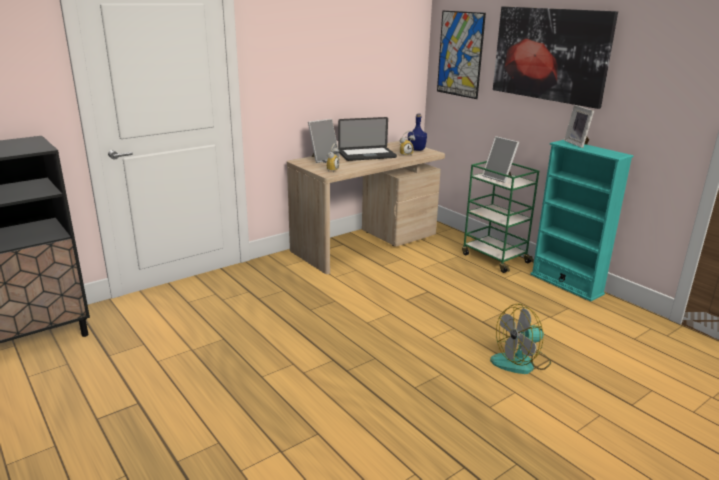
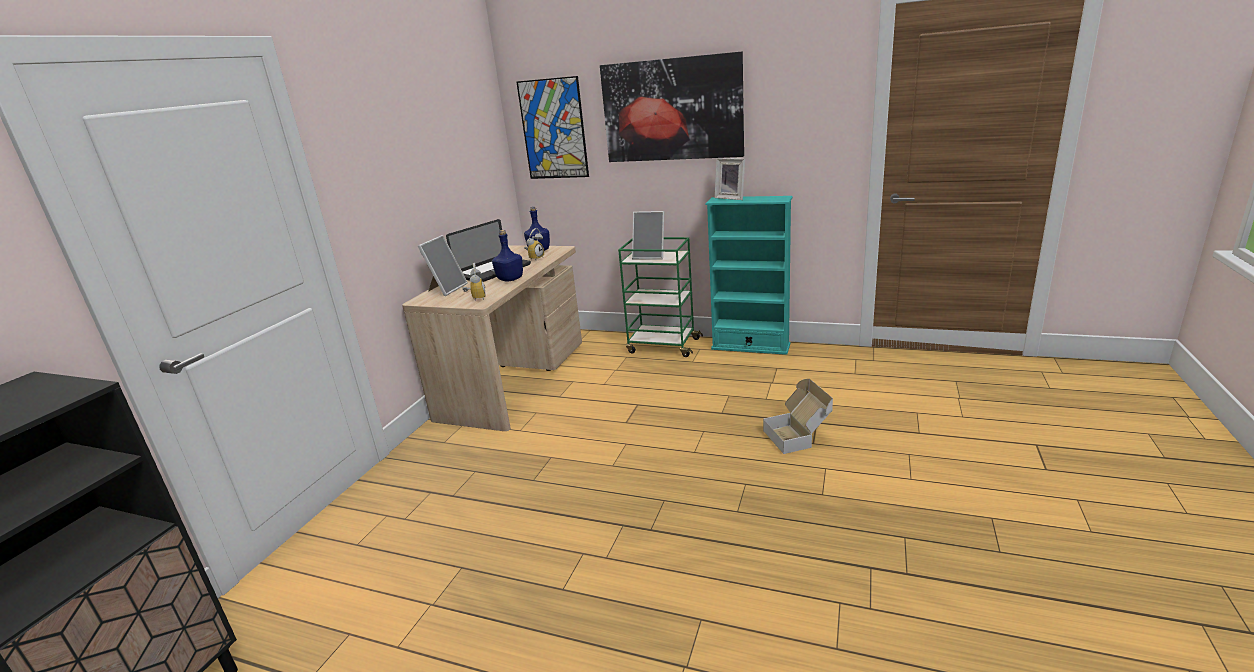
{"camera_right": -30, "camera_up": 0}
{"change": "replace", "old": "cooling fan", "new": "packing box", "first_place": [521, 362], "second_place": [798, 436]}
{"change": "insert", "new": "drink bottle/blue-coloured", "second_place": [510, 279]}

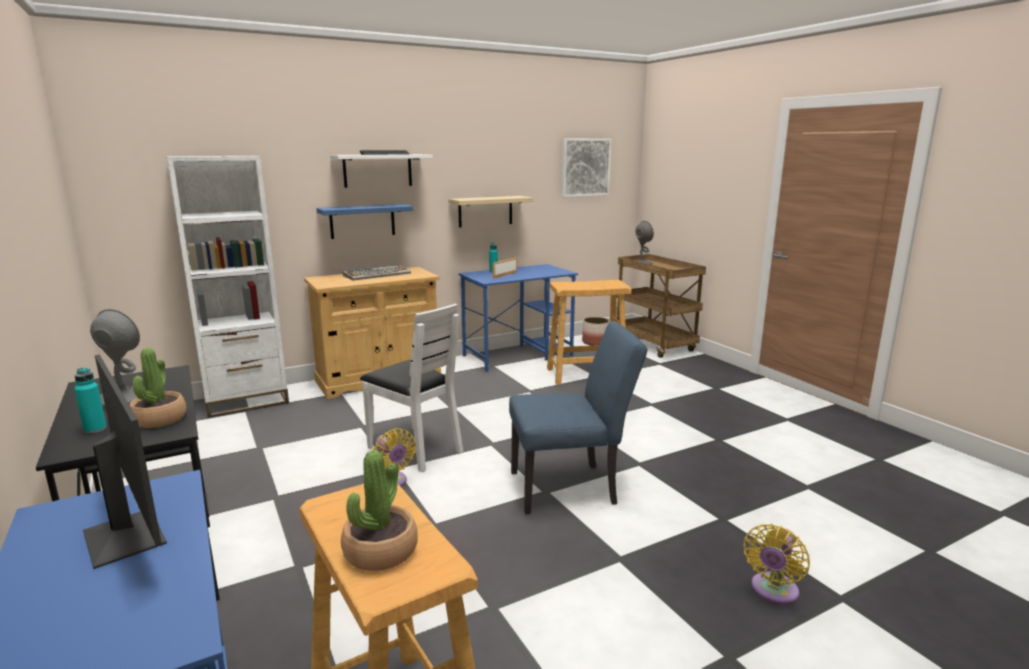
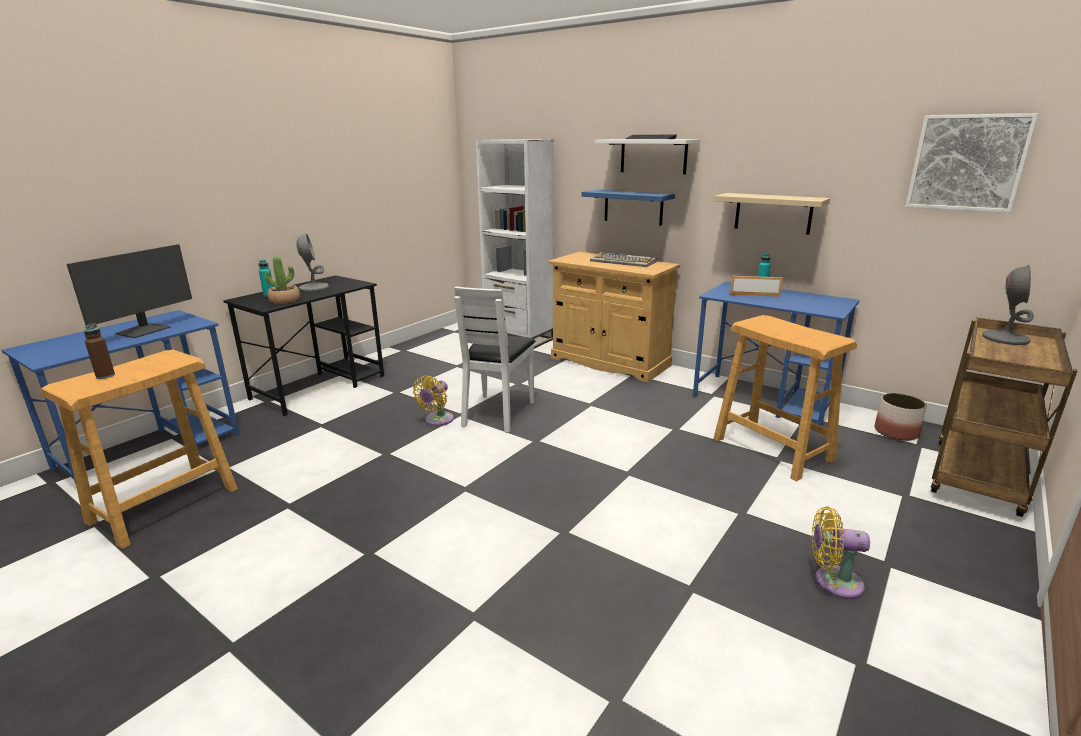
{"camera_right": 65, "camera_up": 5}
{"change": "delete", "old": "chair/blue-coloured", "first_place": [571, 487]}
{"change": "replace", "old": "houseplant", "new": "drink bottle/brown", "first_place": [380, 550], "second_place": [105, 376]}
{"change": "move", "old": "cooling fan/yellow-coloured", "first_place": [773, 591], "second_place": [833, 581]}

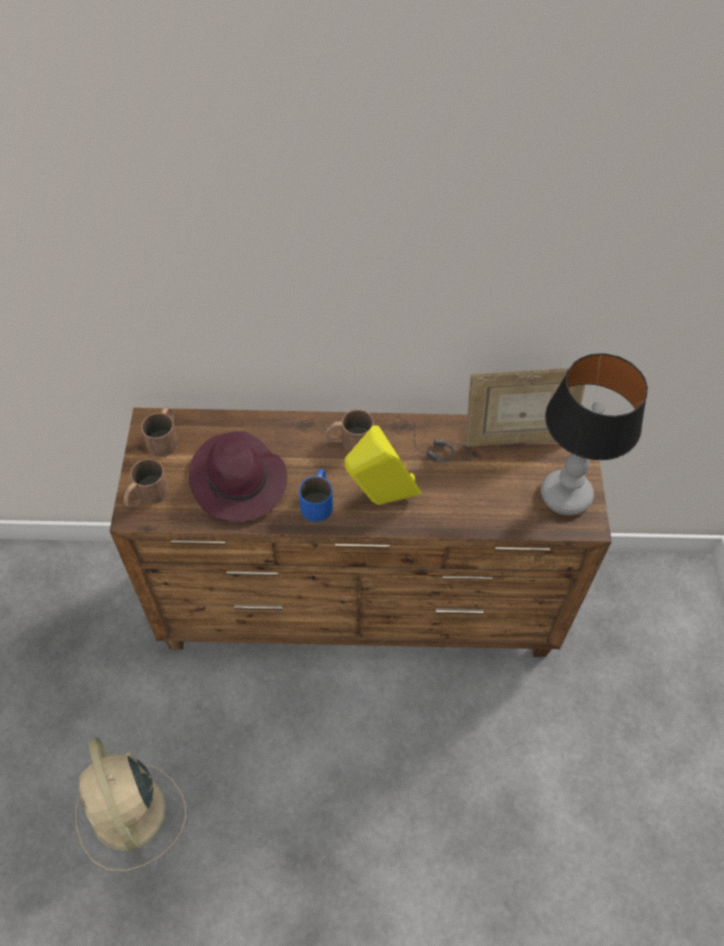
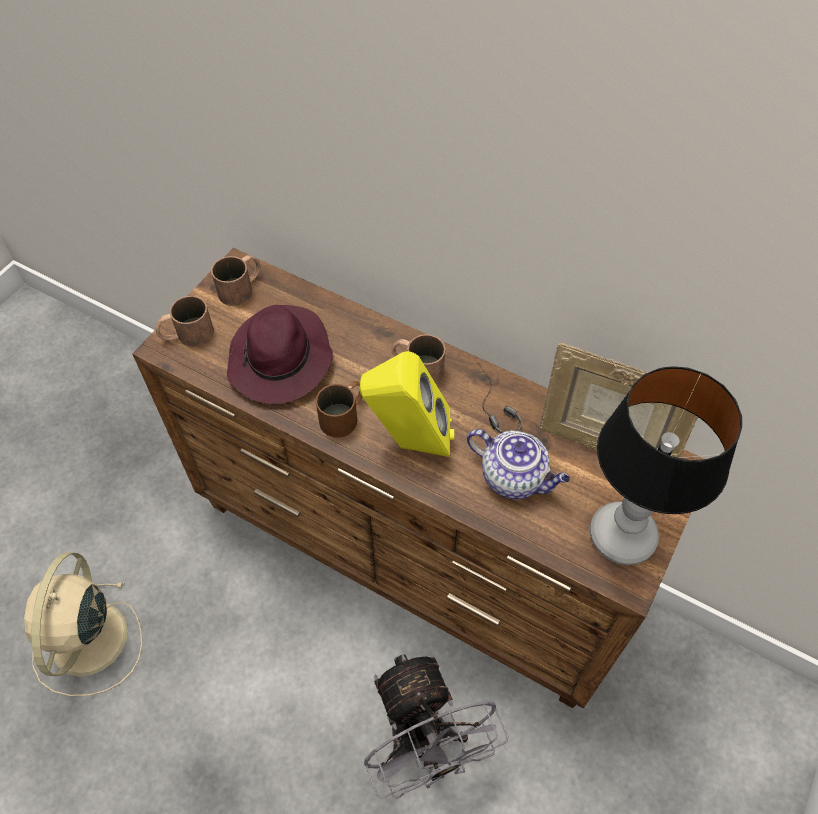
{"camera_right": 30, "camera_up": 0}
{"change": "recolor", "old": "tea mug/blue-coloured", "new": "tea mug/brown", "first_place": [318, 500], "second_place": [345, 414]}
{"change": "insert", "new": "pot for tea", "second_place": [514, 478]}
{"change": "insert", "new": "cooling fan/grey", "second_place": [424, 747]}

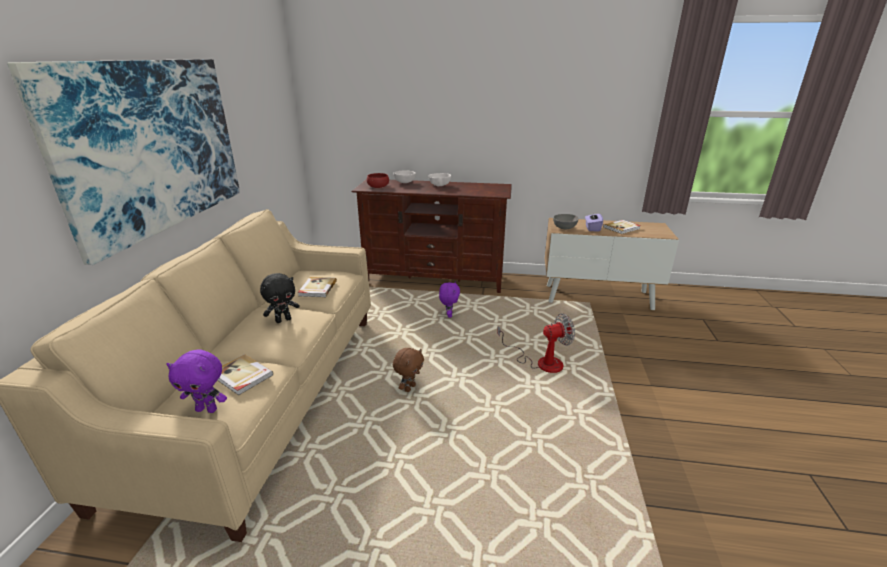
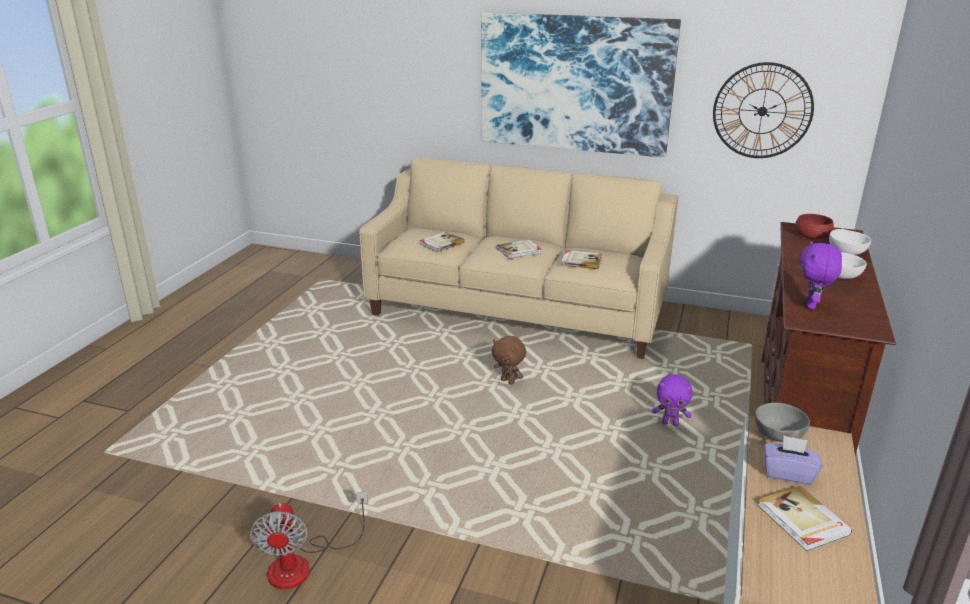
{"camera_right": 100, "camera_up": 0}
{"change": "replace", "old": "plush toy/black", "new": "volume", "first_place": [283, 320], "second_place": [519, 251]}
{"change": "move", "old": "cooling fan", "first_place": [541, 362], "second_place": [303, 564]}
{"change": "move", "old": "plush toy/purplish", "first_place": [207, 409], "second_place": [812, 305]}
{"change": "insert", "new": "hanging clock", "second_place": [762, 111]}

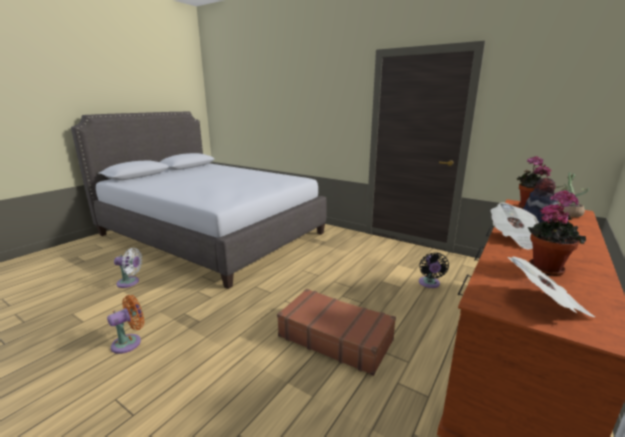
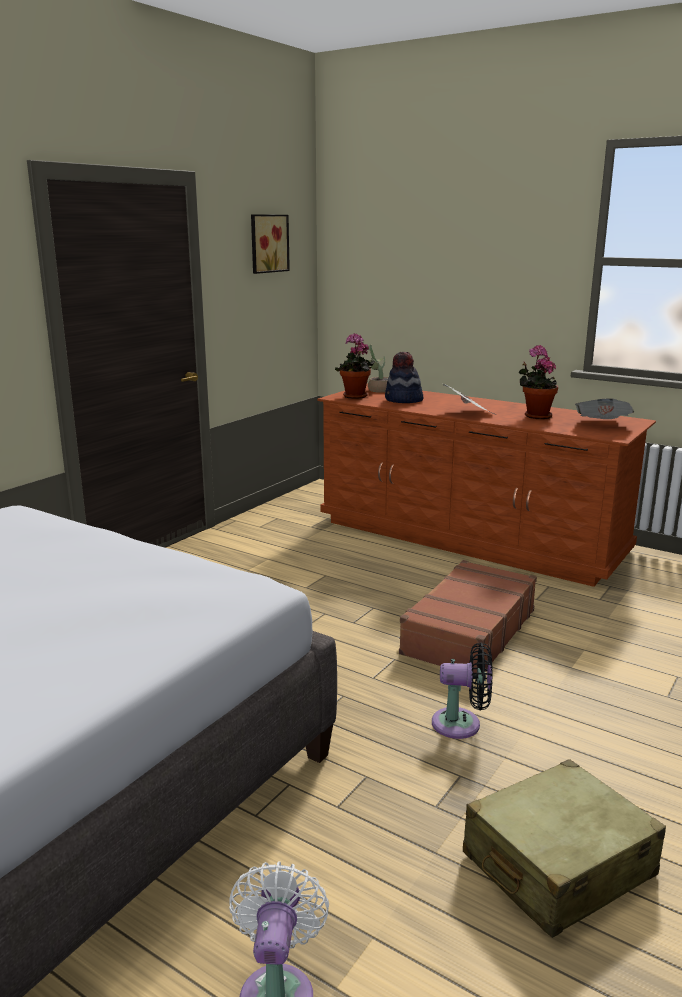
{"camera_right": -90, "camera_up": 0}
{"change": "move", "old": "cooling fan/black", "first_place": [429, 284], "second_place": [461, 724]}
{"change": "replace", "old": "cooling fan/orangey", "new": "suitcase/beige-coloured", "first_place": [129, 342], "second_place": [557, 865]}
{"change": "insert", "new": "wall picture", "second_place": [267, 243]}

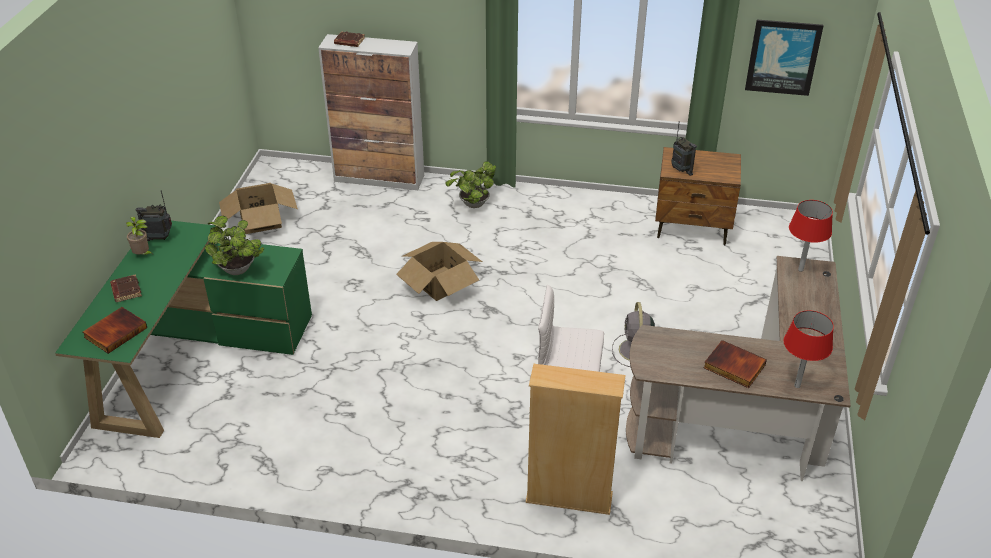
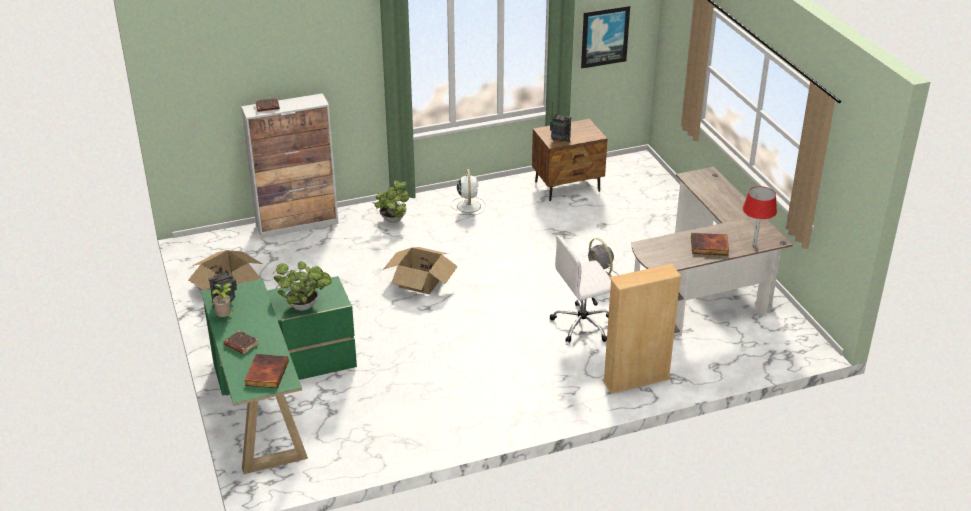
{"camera_right": -30, "camera_up": -5}
{"change": "delete", "old": "lamp for a table/reddish", "first_place": [800, 270]}
{"change": "insert", "new": "cooling fan/white-coloured", "second_place": [468, 205]}

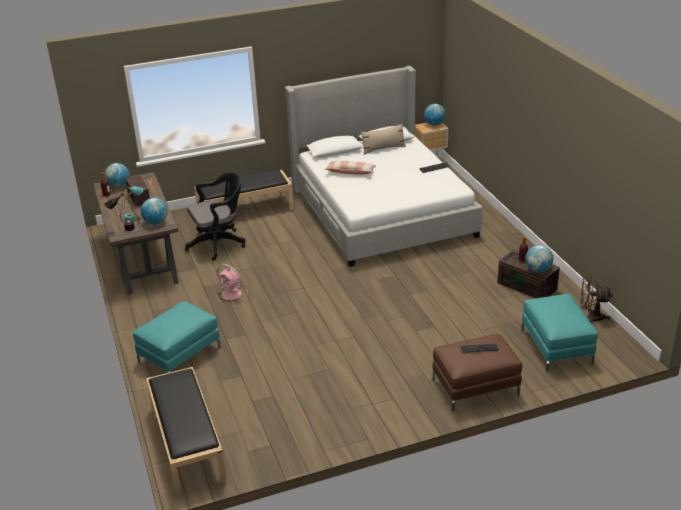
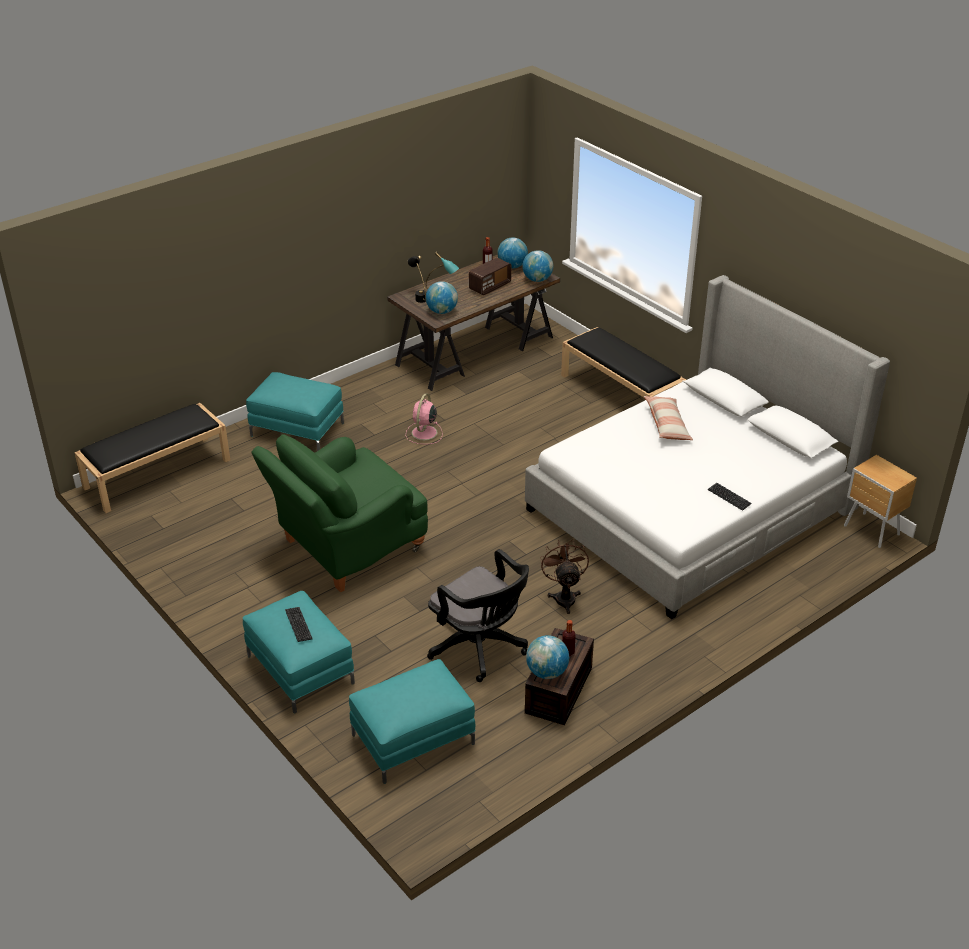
{"camera_right": 70, "camera_up": 5}
{"change": "move", "old": "world globe", "first_place": [434, 124], "second_place": [537, 279]}
{"change": "delete", "old": "throw pillow/beige-coloured", "first_place": [383, 149]}
{"change": "move", "old": "office chair/black", "first_place": [219, 243], "second_place": [480, 648]}
{"change": "move", "old": "cooling fan/brown", "first_place": [591, 317], "second_place": [564, 596]}
{"change": "recolor", "old": "footrest/brown", "new": "footrest/turquoise", "first_place": [475, 387], "second_place": [300, 669]}
{"change": "insert", "new": "lounge chair/green", "second_place": [346, 548]}

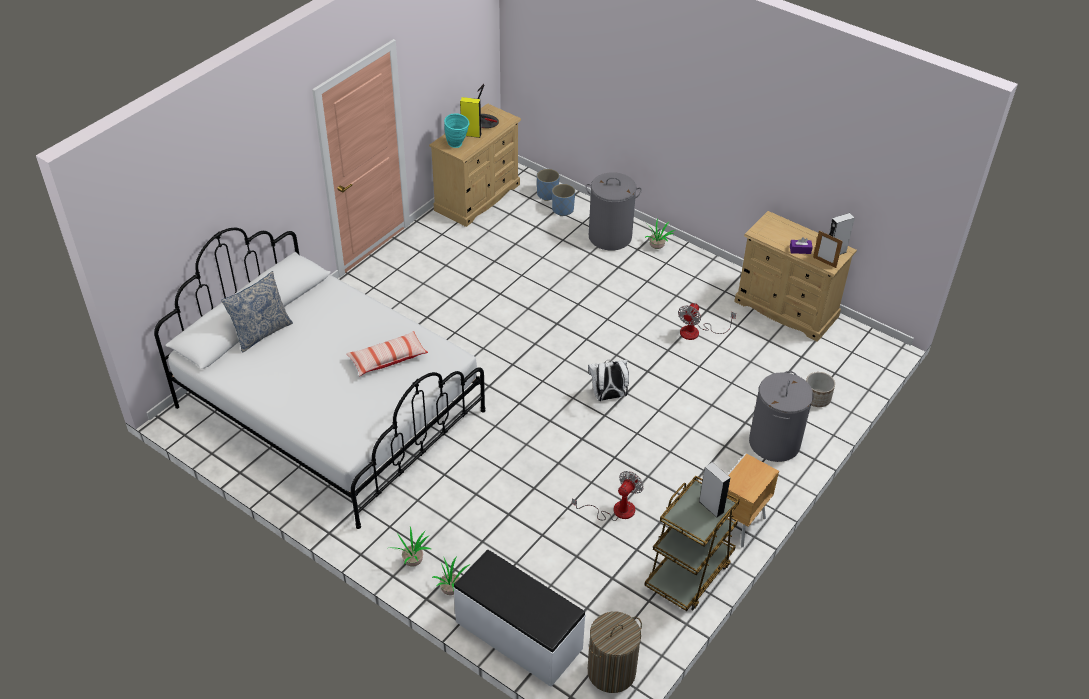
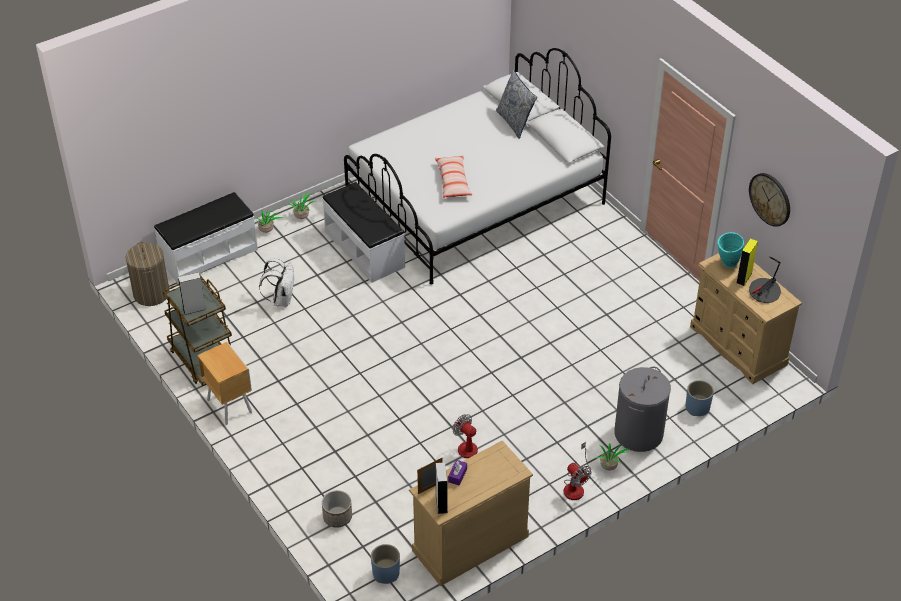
{"camera_right": 110, "camera_up": 0}
{"change": "move", "old": "planter/blue-coloured", "first_place": [547, 194], "second_place": [386, 573]}
{"change": "move", "old": "knapsack/white-coloured", "first_place": [608, 396], "second_place": [281, 299]}
{"change": "delete", "old": "laundry basket/grey", "first_place": [774, 443]}
{"change": "move", "old": "cooling fan", "first_place": [615, 510], "second_place": [575, 486]}
{"change": "insert", "new": "hanging clock", "second_place": [770, 199]}
{"change": "insert", "new": "long seat/white-coloured", "second_place": [365, 249]}

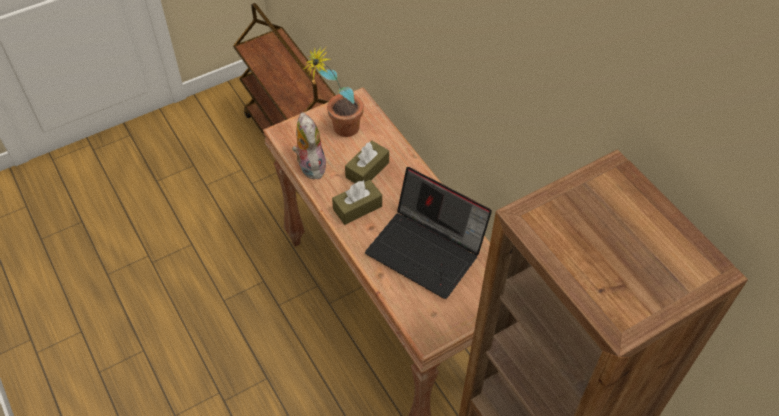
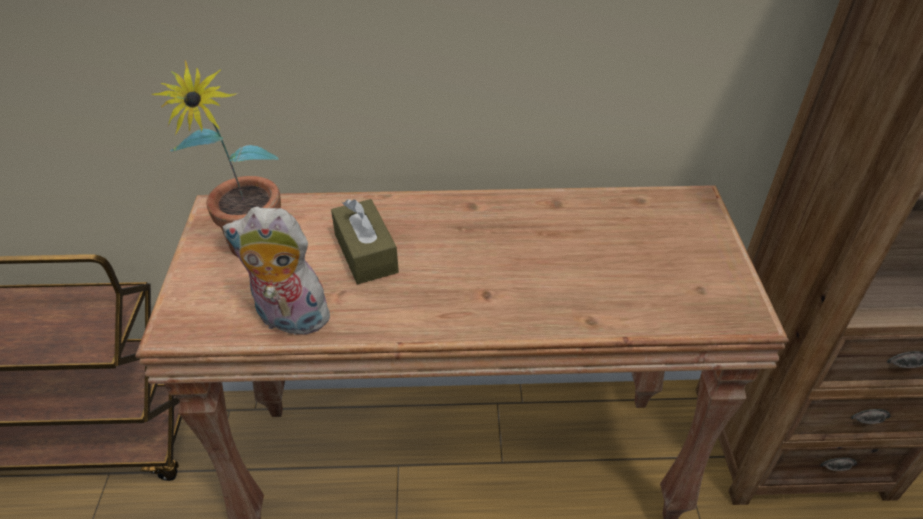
{"camera_right": -60, "camera_up": -10}
{"change": "delete", "old": "laptop", "first_place": [427, 250]}
{"change": "delete", "old": "tissue holder/brown", "first_place": [357, 208]}

